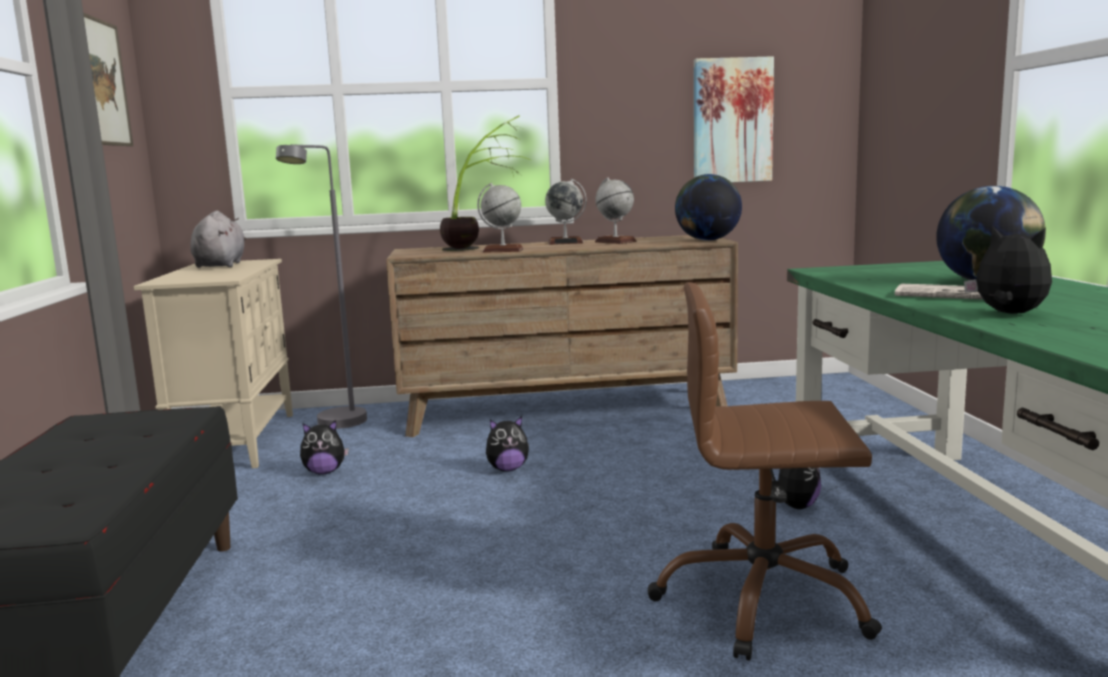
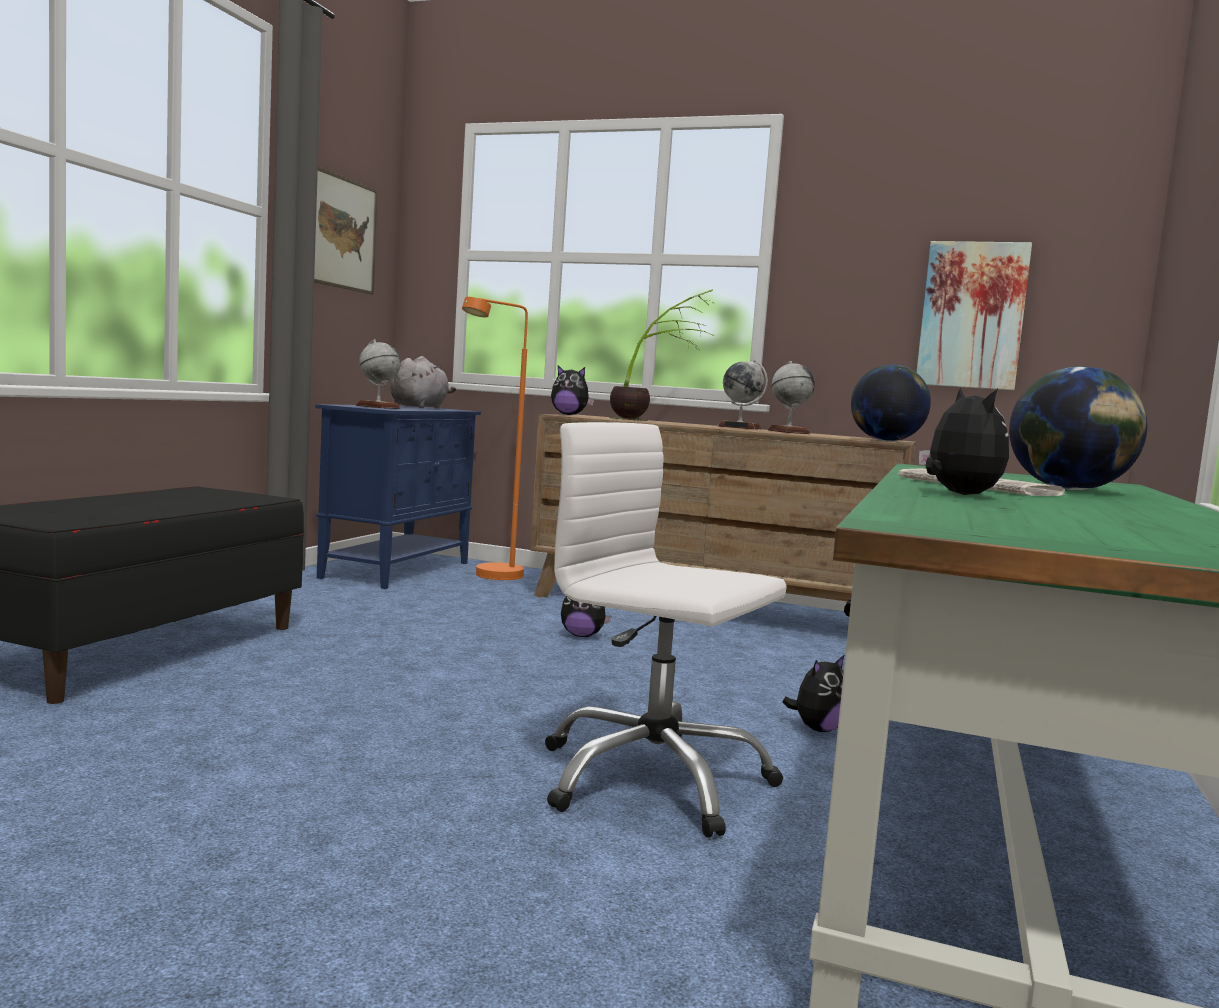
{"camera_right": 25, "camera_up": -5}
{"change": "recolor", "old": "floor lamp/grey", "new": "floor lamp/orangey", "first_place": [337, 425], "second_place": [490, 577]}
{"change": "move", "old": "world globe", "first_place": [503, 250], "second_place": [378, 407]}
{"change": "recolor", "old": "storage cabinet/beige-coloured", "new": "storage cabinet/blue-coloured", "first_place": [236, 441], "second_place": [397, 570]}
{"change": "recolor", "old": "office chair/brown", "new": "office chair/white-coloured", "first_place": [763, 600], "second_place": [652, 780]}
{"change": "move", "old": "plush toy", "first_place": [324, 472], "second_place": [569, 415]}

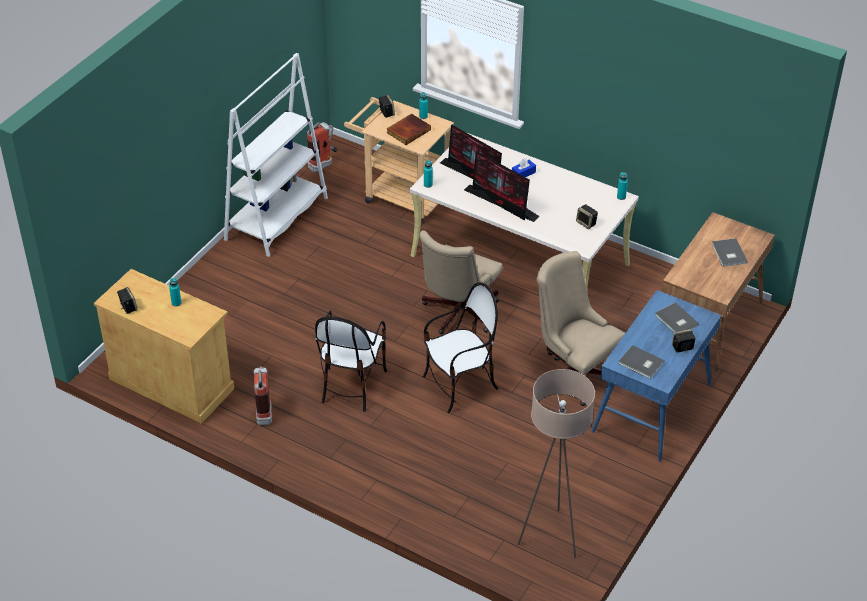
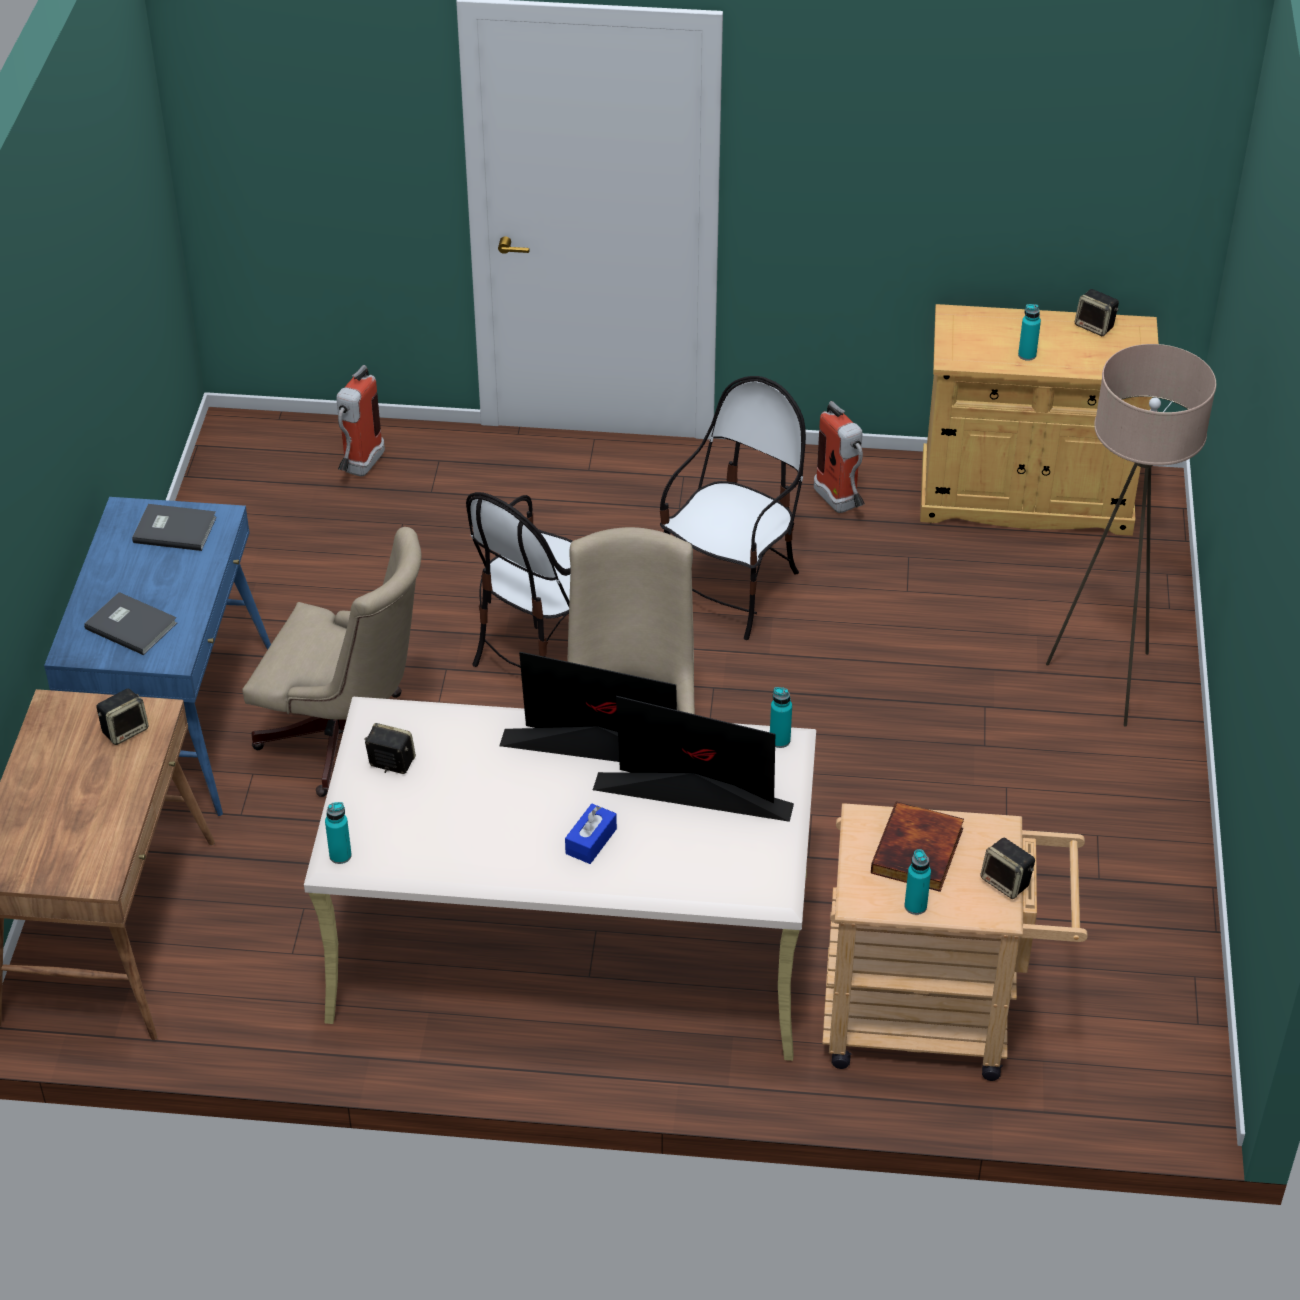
{"camera_right": 155, "camera_up": 0}
{"change": "delete", "old": "shelving unit/white-coloured", "first_place": [276, 219]}
{"change": "move", "old": "fire-fighting cylinder", "first_place": [323, 164], "second_place": [359, 469]}
{"change": "delete", "old": "volume/grey", "first_place": [728, 254]}
{"change": "rotate", "old": "chair", "first_place": [351, 385], "second_place": [732, 590], "degrees": 45}
{"change": "move", "old": "audio speaker", "first_place": [682, 348], "second_place": [125, 730]}
{"change": "move", "old": "floor lamp/beige-coloured", "first_place": [551, 537], "second_place": [1106, 681]}

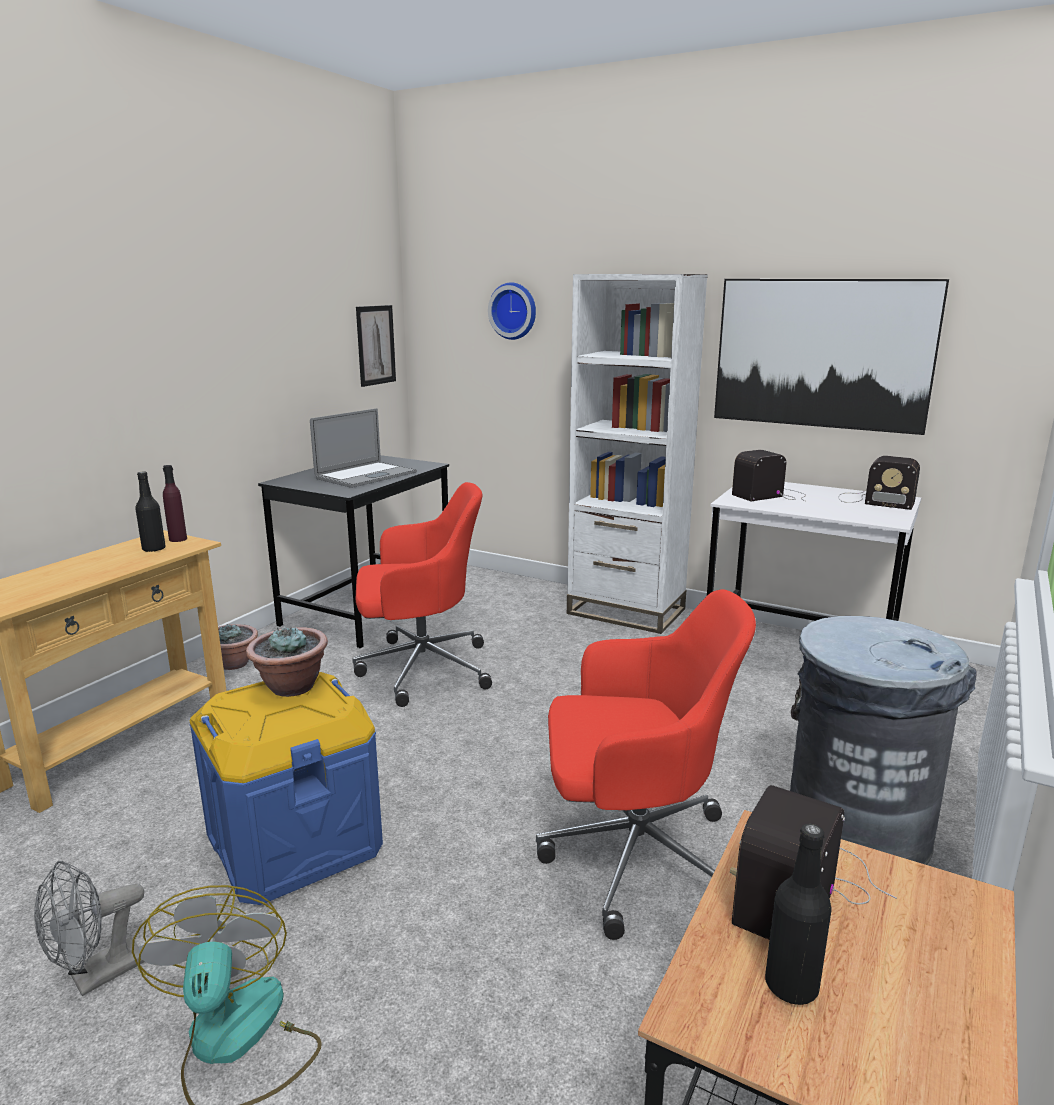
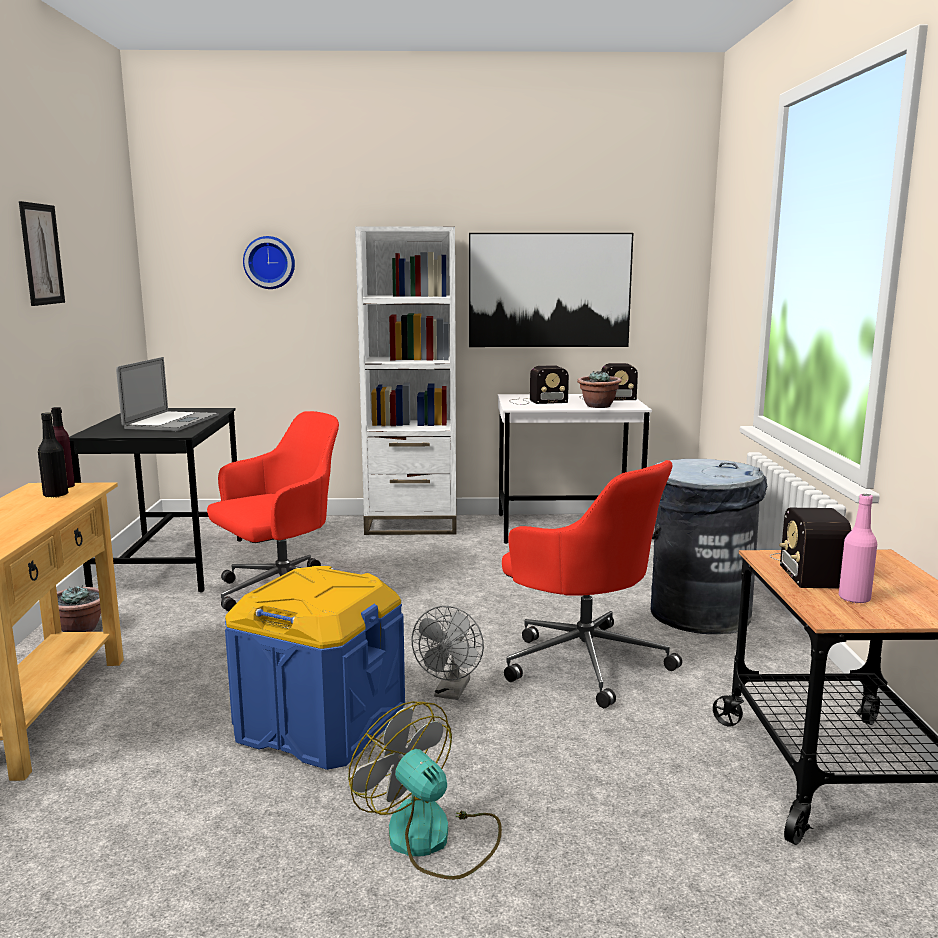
{"camera_right": -30, "camera_up": -5}
{"change": "move", "old": "wall picture", "first_place": [375, 345], "second_place": [41, 254]}
{"change": "rotate", "old": "radio", "first_place": [771, 495], "second_place": [535, 401], "degrees": -135}
{"change": "rotate", "old": "office chair/reddish", "first_place": [633, 856], "second_place": [583, 661], "degrees": 75}
{"change": "move", "old": "houseplant", "first_place": [291, 687], "second_place": [598, 406]}
{"change": "recolor", "old": "drink bottle/black", "new": "drink bottle/pinkish", "first_place": [791, 986], "second_place": [854, 598]}
{"change": "move", "old": "cooling fan/grey", "first_place": [97, 976], "second_place": [451, 692]}

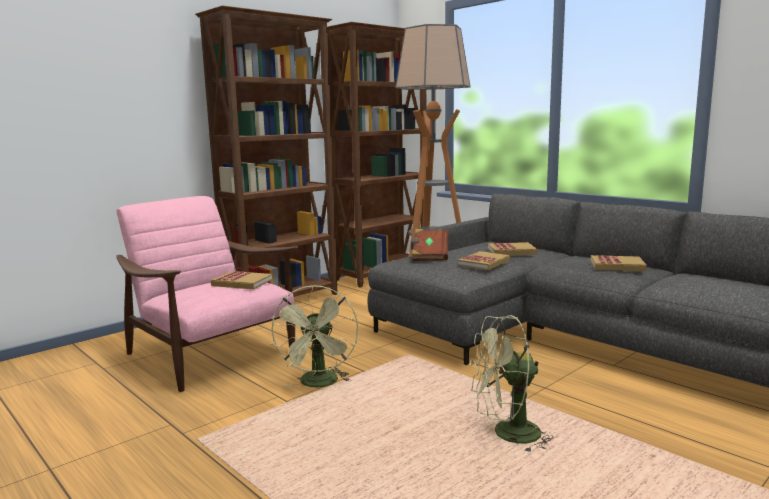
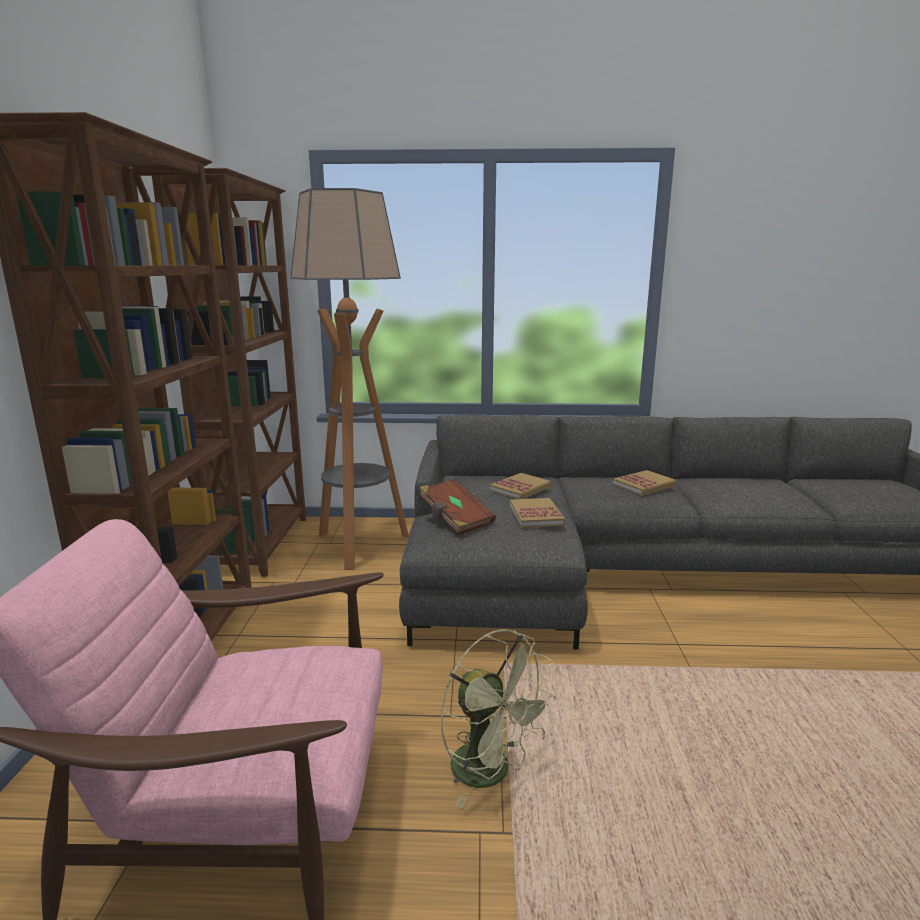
{"camera_right": -45, "camera_up": 5}
{"change": "delete", "old": "volume", "first_place": [242, 283]}
{"change": "delete", "old": "cooling fan/green", "first_place": [507, 435]}

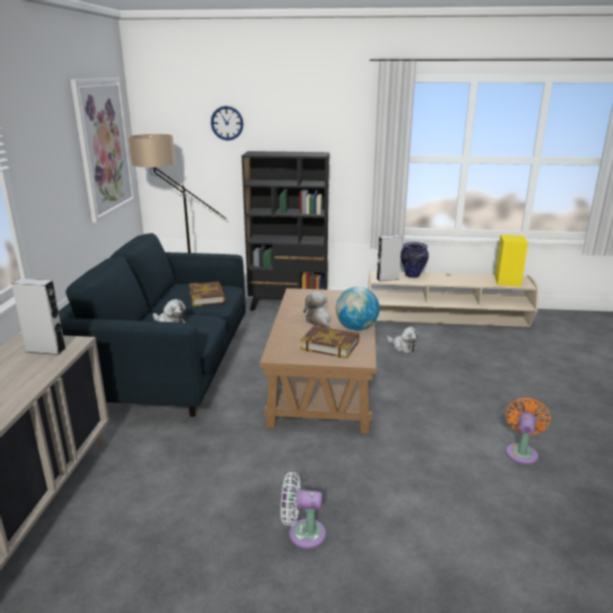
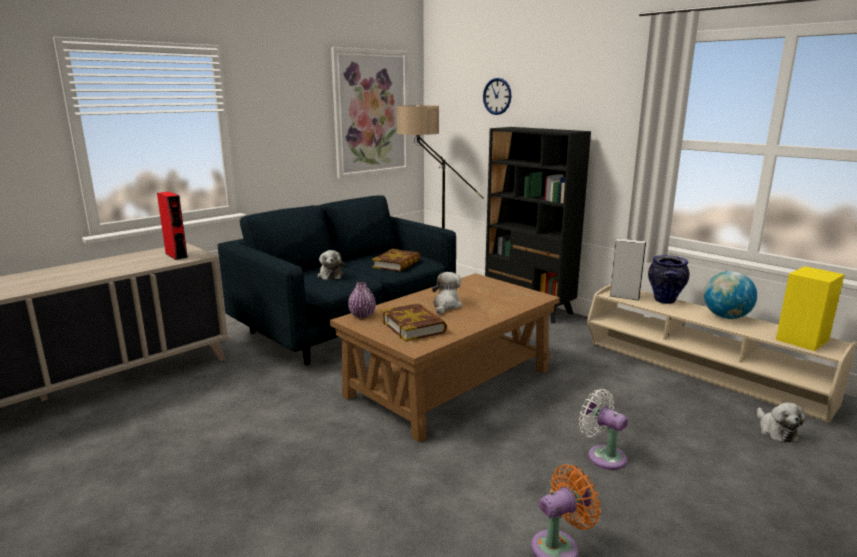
{"camera_right": 40, "camera_up": -5}
{"change": "recolor", "old": "audio speaker/grey", "new": "audio speaker/reddish", "first_place": [46, 350], "second_place": [176, 255]}
{"change": "move", "old": "world globe", "first_place": [356, 328], "second_place": [726, 317]}
{"change": "move", "old": "plush toy", "first_place": [403, 347], "second_place": [776, 431]}
{"change": "move", "old": "cooling fan/white-coloured", "first_place": [302, 533], "second_place": [603, 456]}
{"change": "insert", "new": "flower vase/purplish", "second_place": [362, 315]}

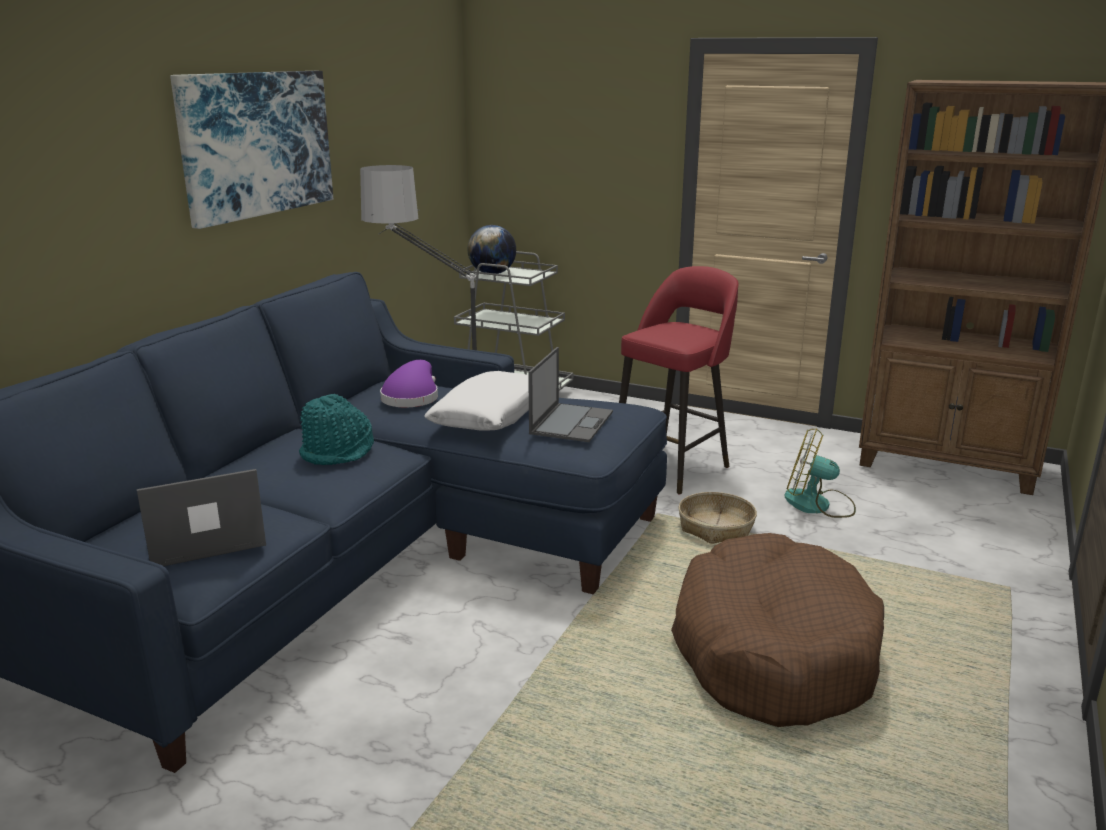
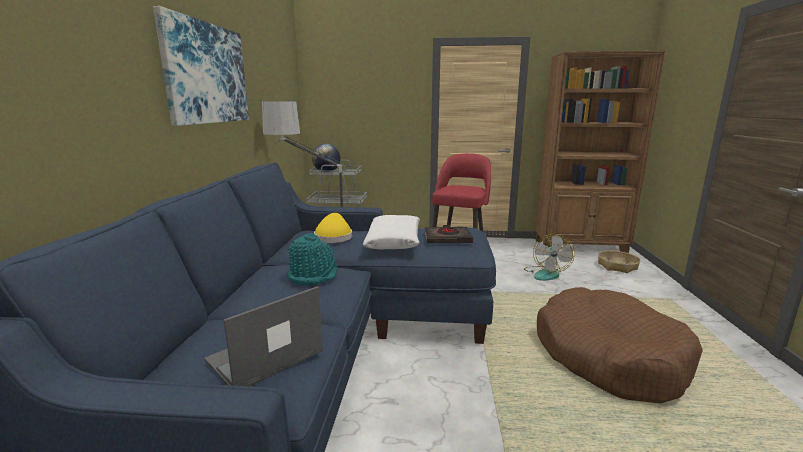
{"camera_right": -20, "camera_up": -5}
{"change": "replace", "old": "laptop", "new": "volume/black", "first_place": [571, 422], "second_place": [447, 239]}
{"change": "recolor", "old": "clothing hat/purplish", "new": "clothing hat/yellow-coloured", "first_place": [411, 397], "second_place": [333, 237]}
{"change": "rotate", "old": "cooling fan", "first_place": [818, 505], "second_place": [546, 273], "degrees": -75}
{"change": "move", "old": "basket", "first_place": [716, 528], "second_place": [617, 266]}

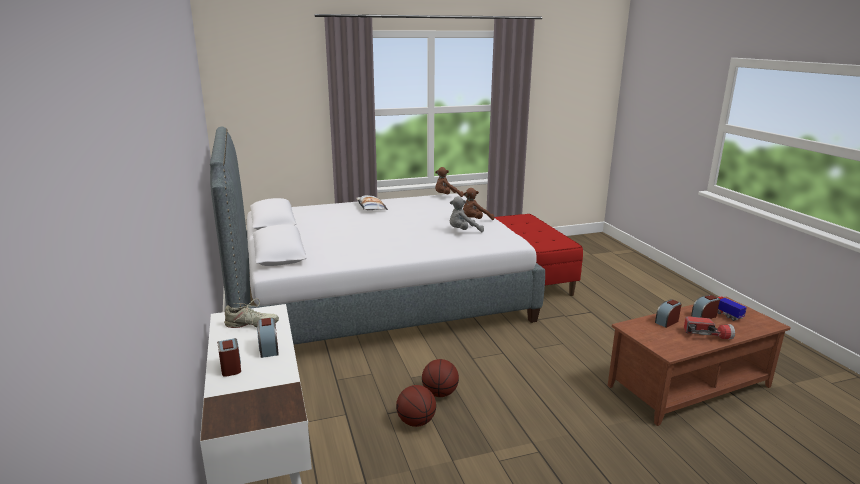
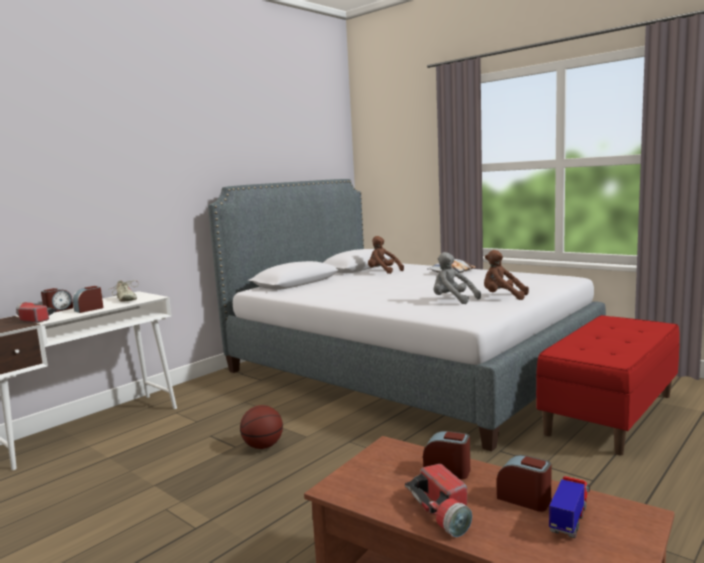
{"camera_right": 60, "camera_up": -10}
{"change": "move", "old": "plush toy/brown", "first_place": [446, 196], "second_place": [383, 272]}
{"change": "delete", "old": "ball for basketball", "first_place": [416, 422]}
{"change": "insert", "new": "flashlight", "second_place": [34, 319]}

